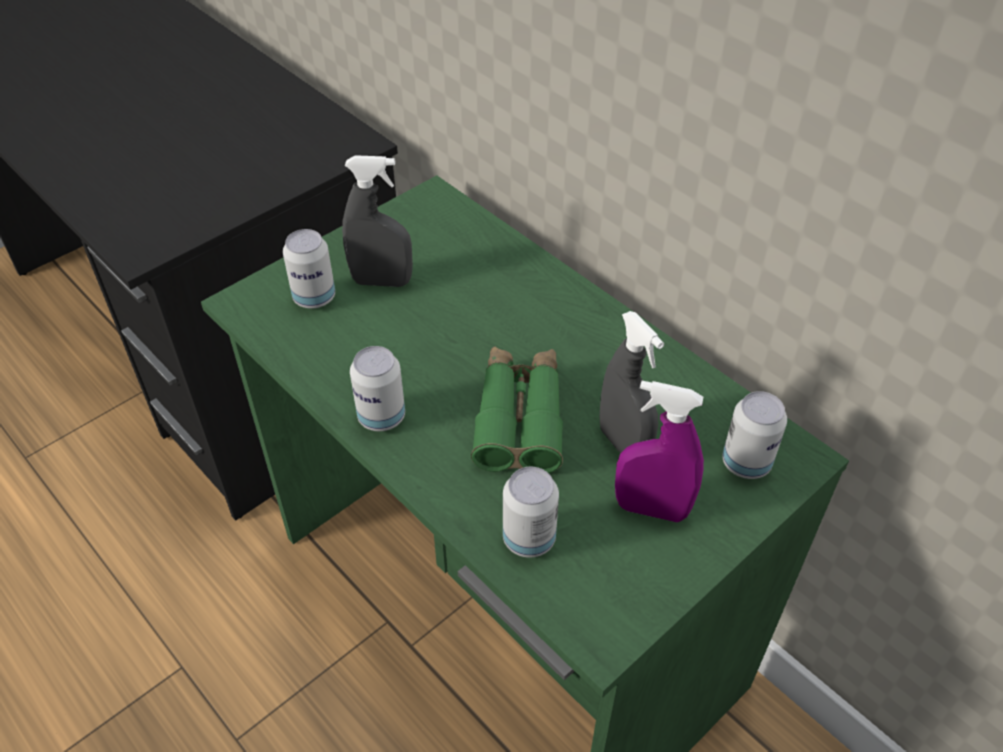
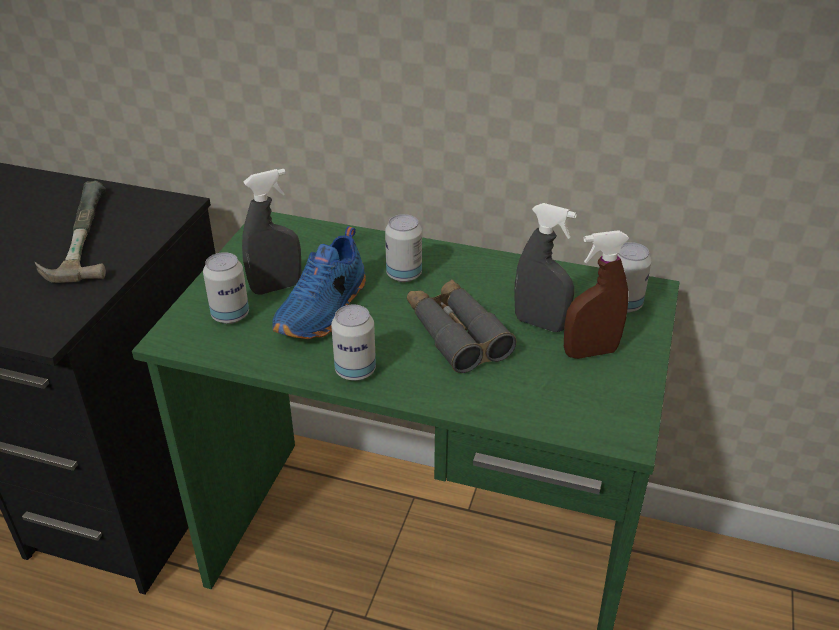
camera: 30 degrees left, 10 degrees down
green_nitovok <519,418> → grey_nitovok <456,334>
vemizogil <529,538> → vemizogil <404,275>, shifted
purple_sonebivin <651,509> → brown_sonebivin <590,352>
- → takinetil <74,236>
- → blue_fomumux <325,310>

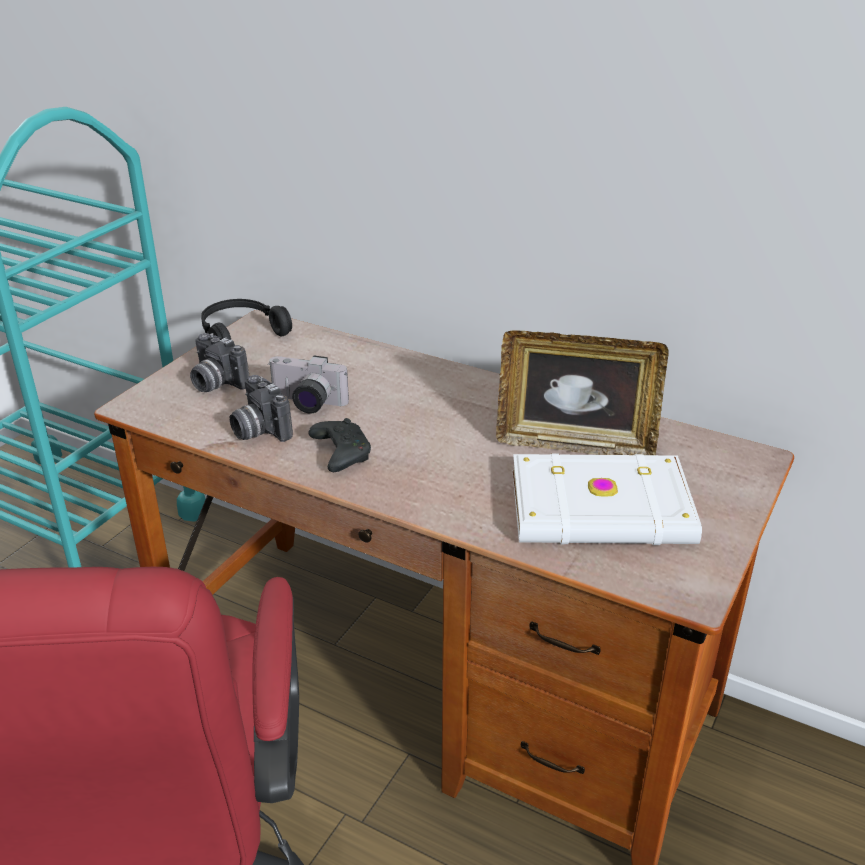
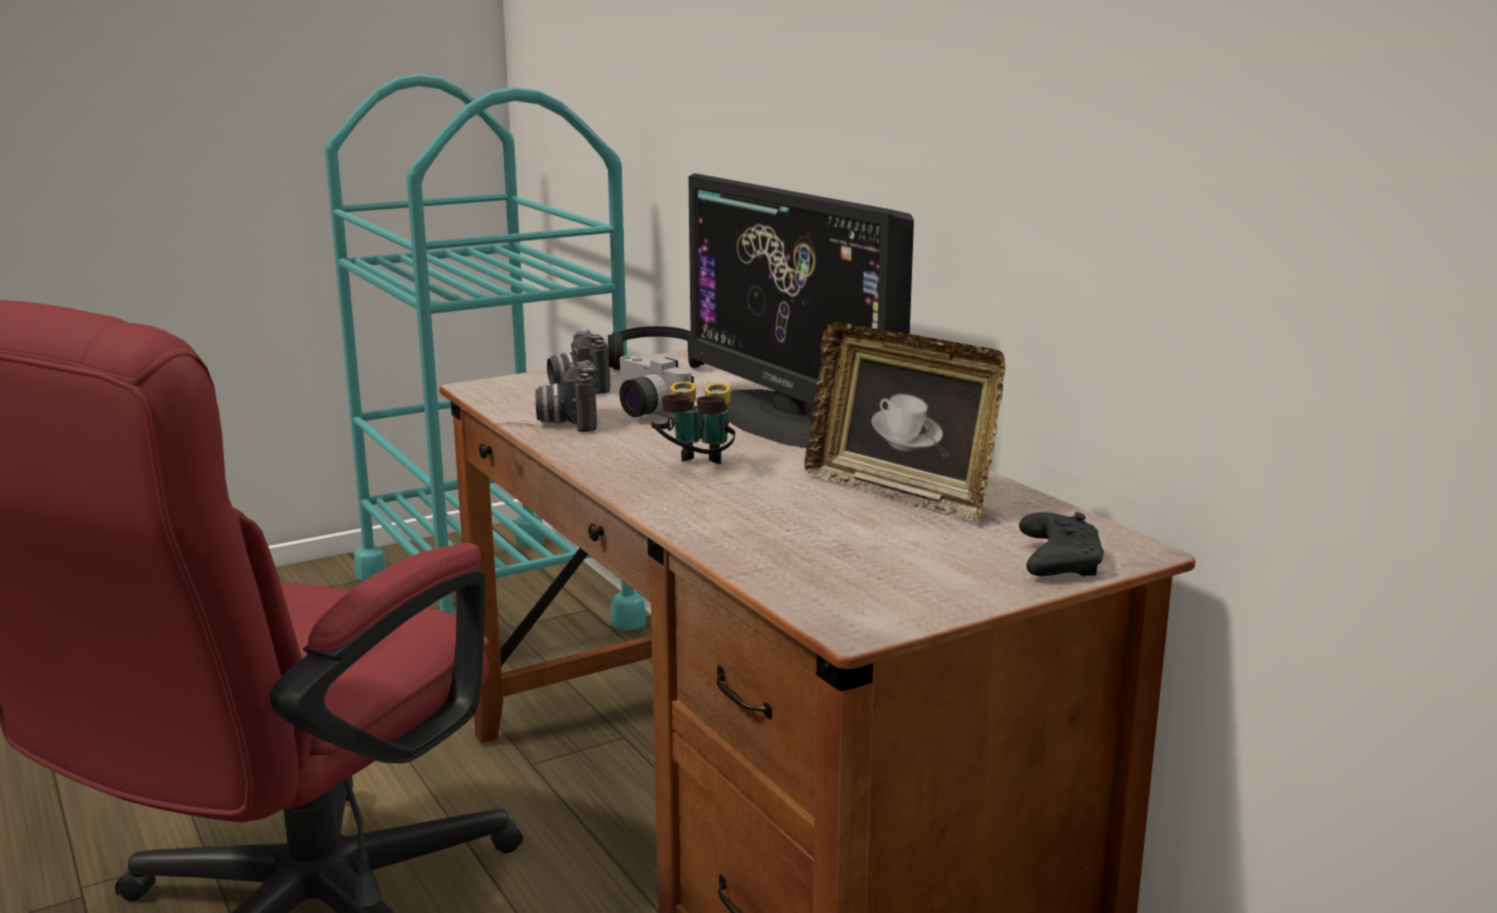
camera: 30 degrees right, 15 degrees down
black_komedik <340,453> → black_komedik <1058,562>, shifted
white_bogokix <602,510> → -
- → nitovok <696,469>
- → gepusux <792,421>

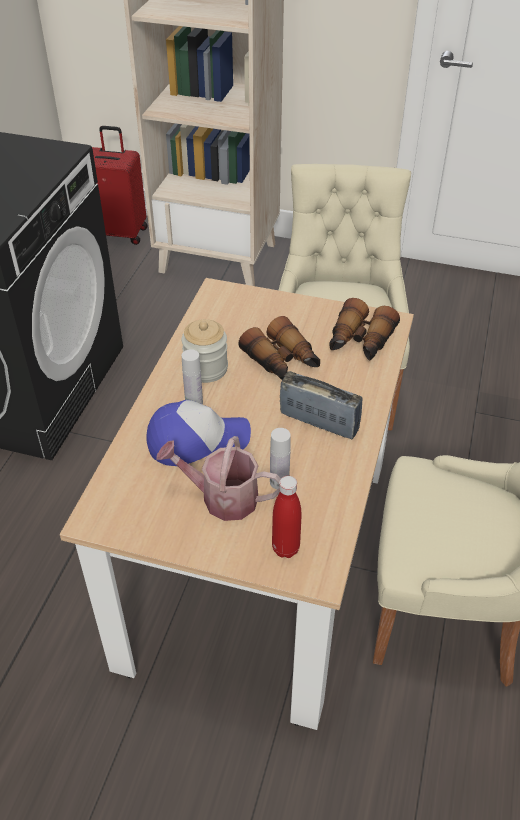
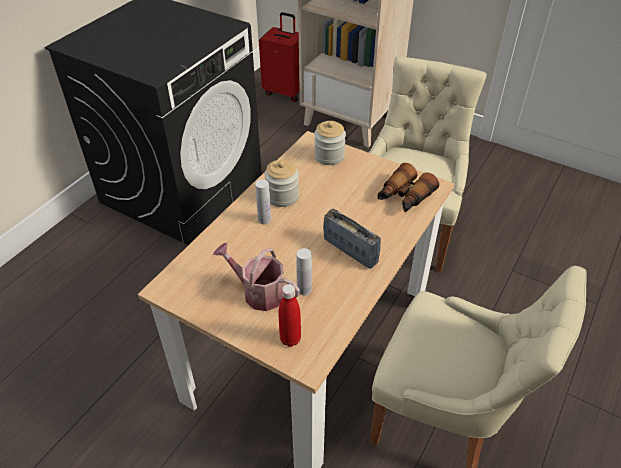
camera: 15 degrees right, 0 degrees up
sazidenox <197,440> → -
nitovok <282,361> → -
- → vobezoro <329,156>

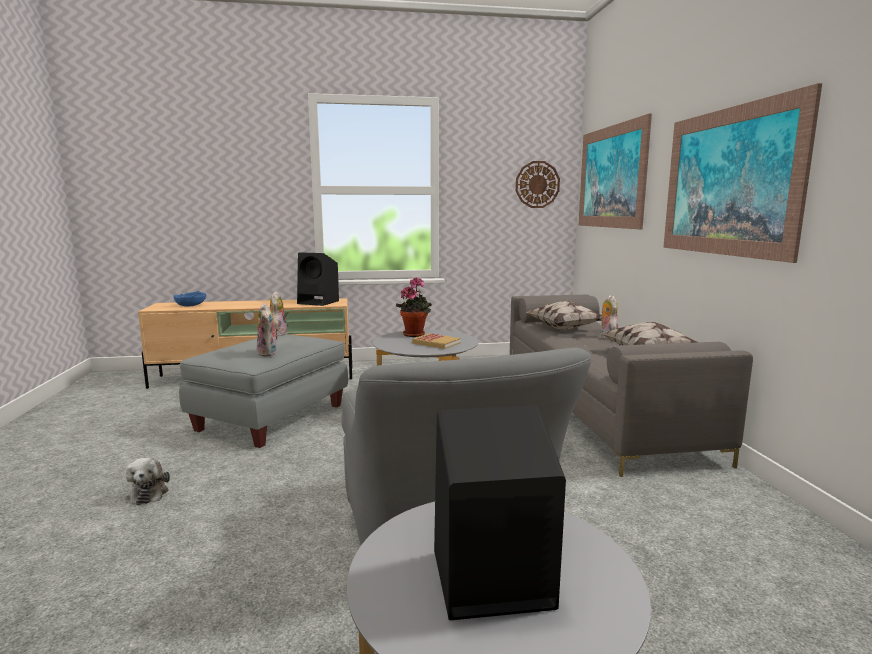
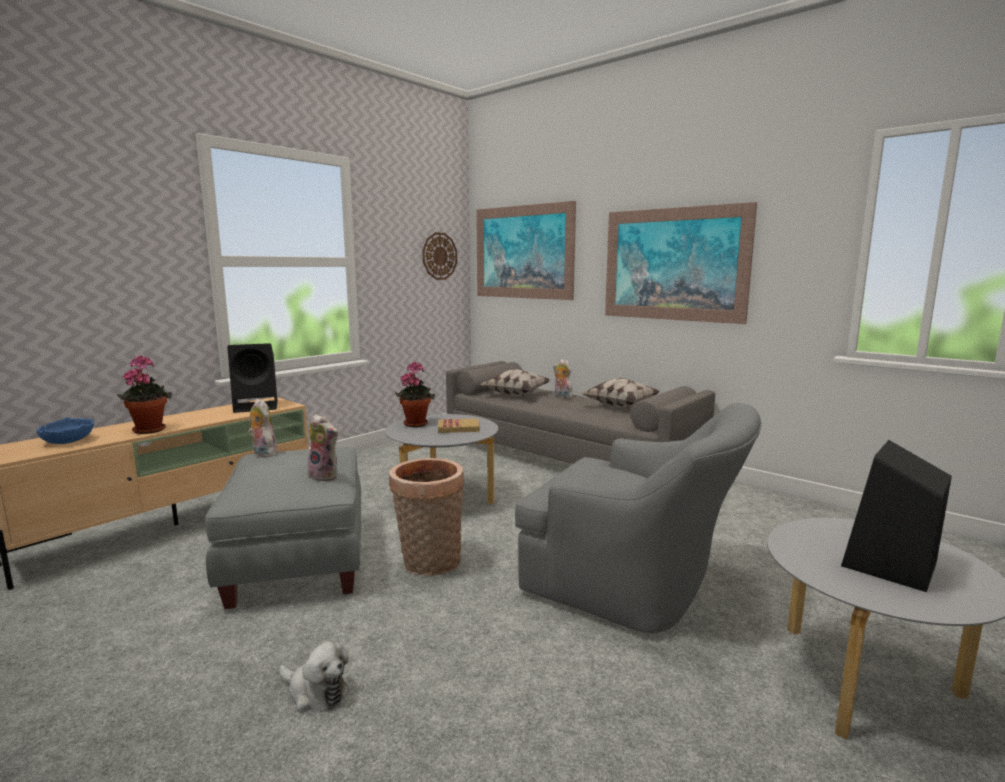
camera: 40 degrees left, 0 degrees up
- → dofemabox <149,429>
- → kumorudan <429,564>

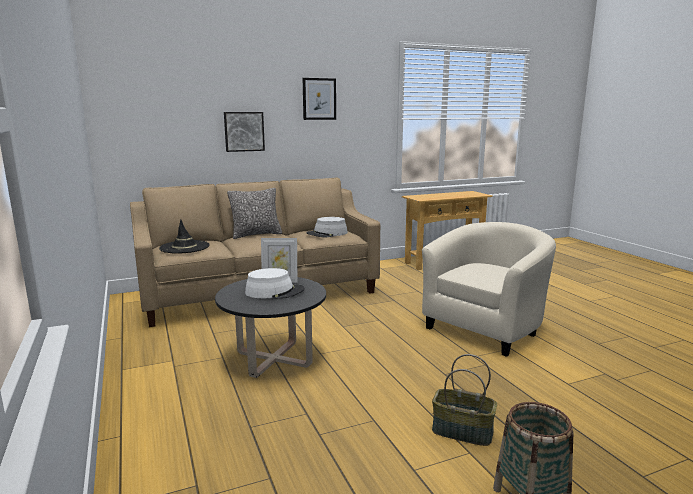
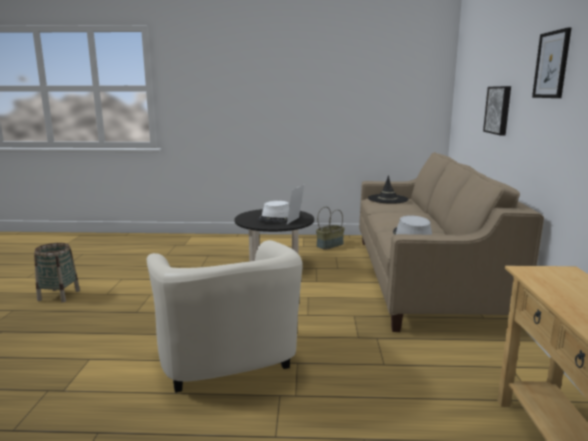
camera: 115 degrees right, 0 degrees up
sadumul <256,235> → -
kumorudan <461,432> → kumorudan <330,245>, shifted

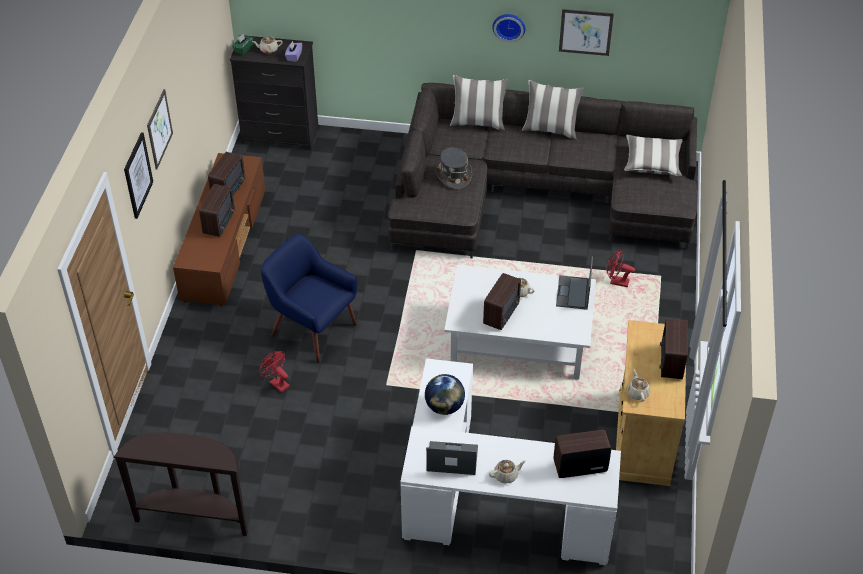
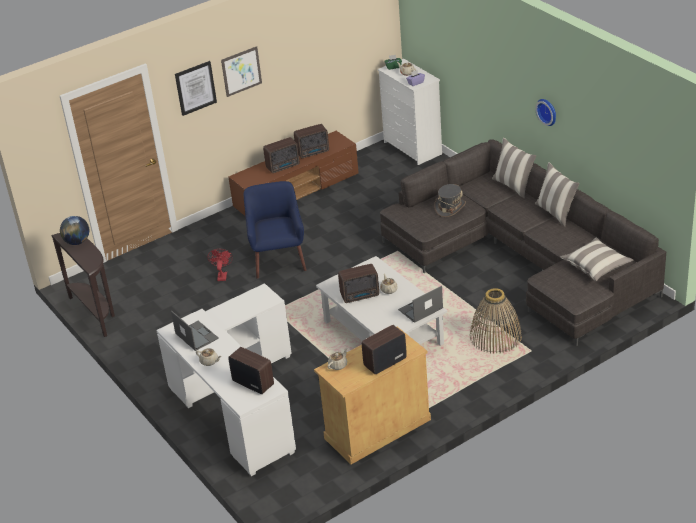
camera: 50 degrees right, 10 degrees down
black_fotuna <281,135> → white_fotuna <412,148>
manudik <444,407> → manudik <77,242>, shifted
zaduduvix <585,32> → -
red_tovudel <616,282> → kumorudan <495,337>

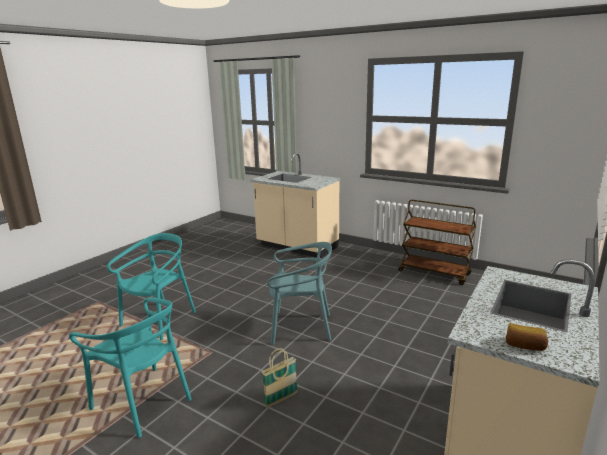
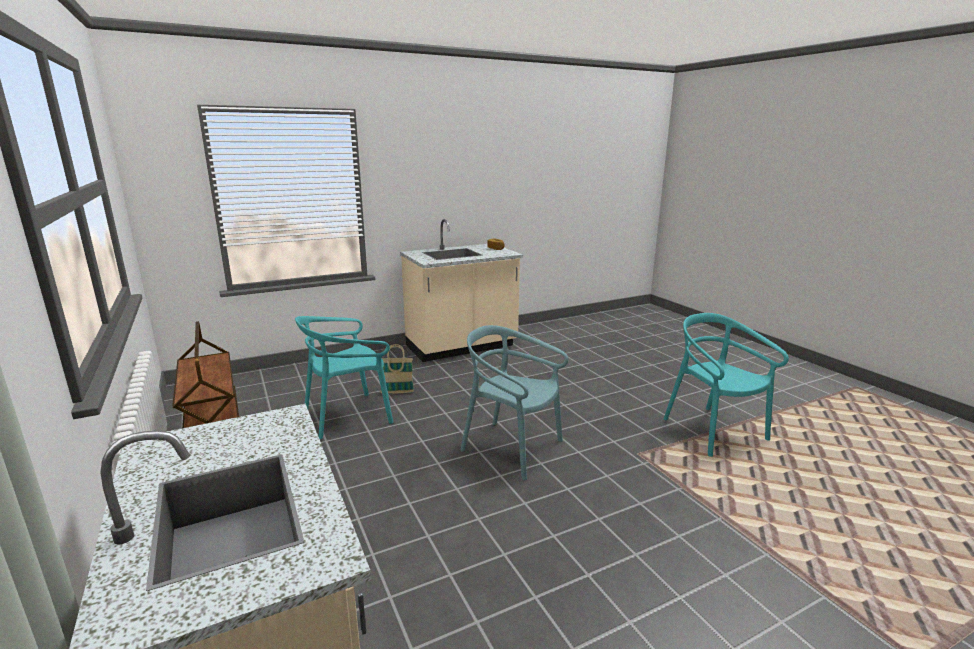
camera: 150 degrees left, 0 degrees up
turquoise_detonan <159,320> → turquoise_detonan <348,416>, shifted
kumorudan <281,399> → kumorudan <397,392>, shifted

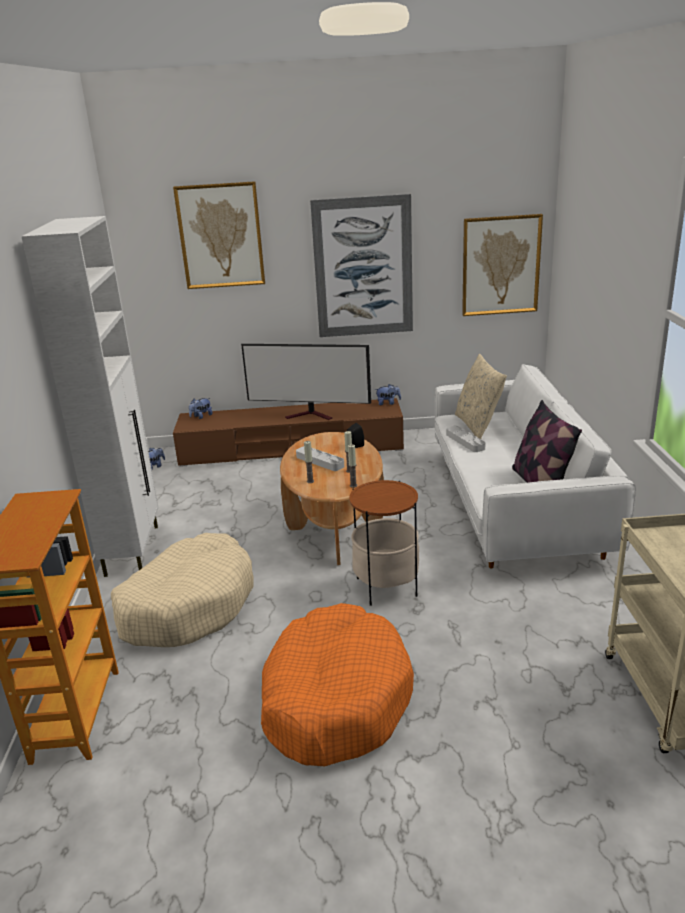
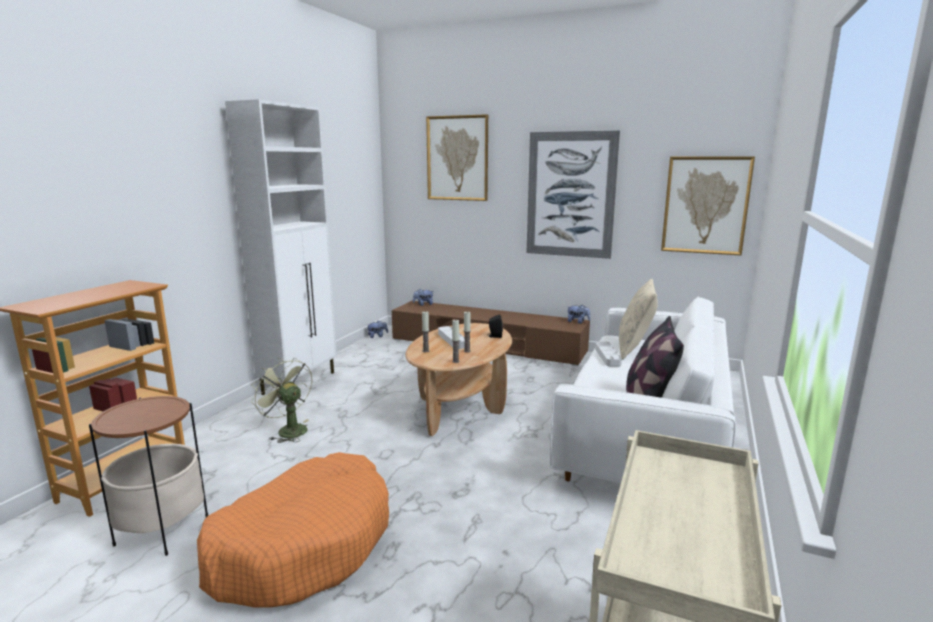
camera: 25 degrees right, 10 degrees down
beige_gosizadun <188,605> → green_tovudel <288,430>
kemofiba <311,415> → -
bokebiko <386,587> → bokebiko <162,530>, shifted

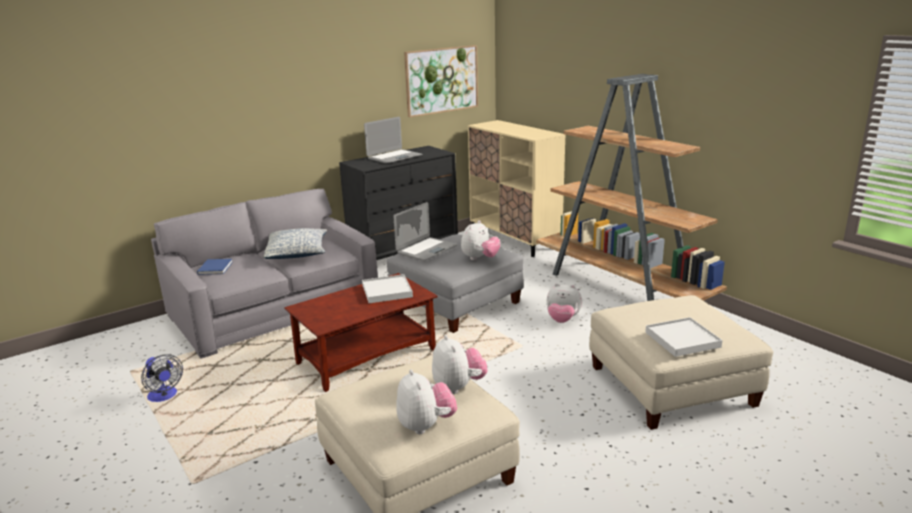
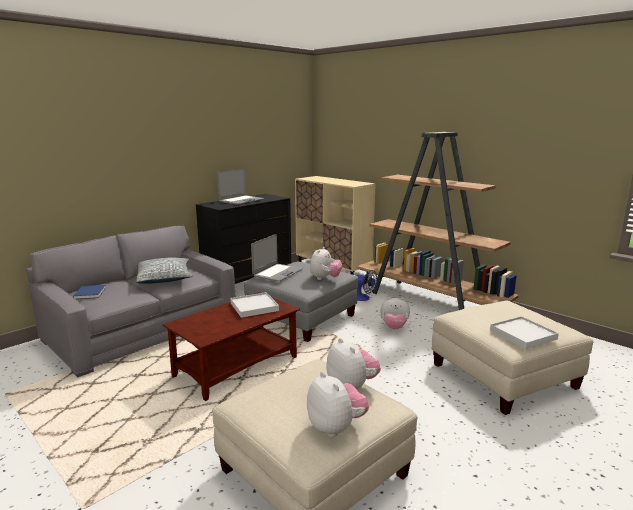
camera: 10 degrees left, 5 degrees down
tovudel <164,397> → tovudel <364,298>, shifted
zaduduvix <441,80> → -

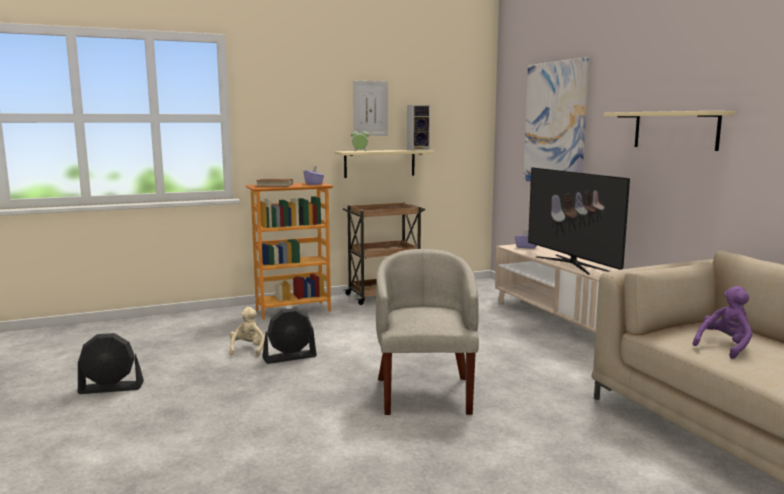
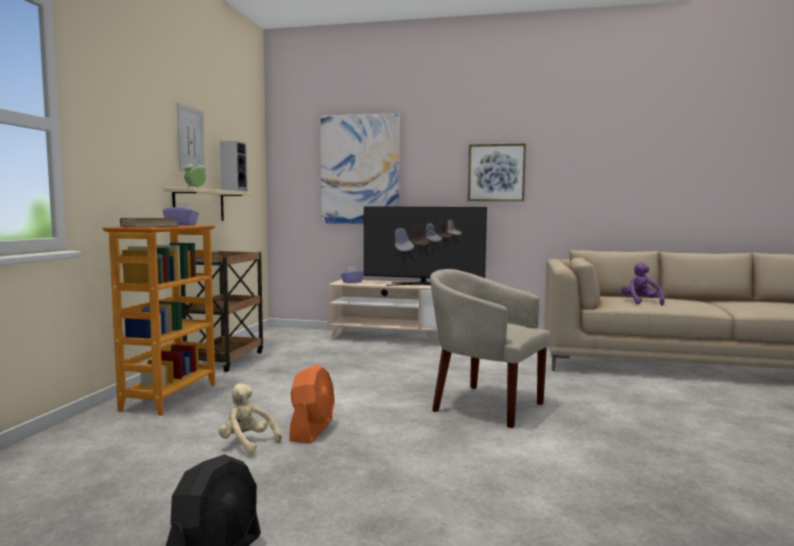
camera: 55 degrees left, 5 degrees down
black_tovudel <289,357> → orange_tovudel <312,430>
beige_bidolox <675,130> → zaduduvix <496,172>

